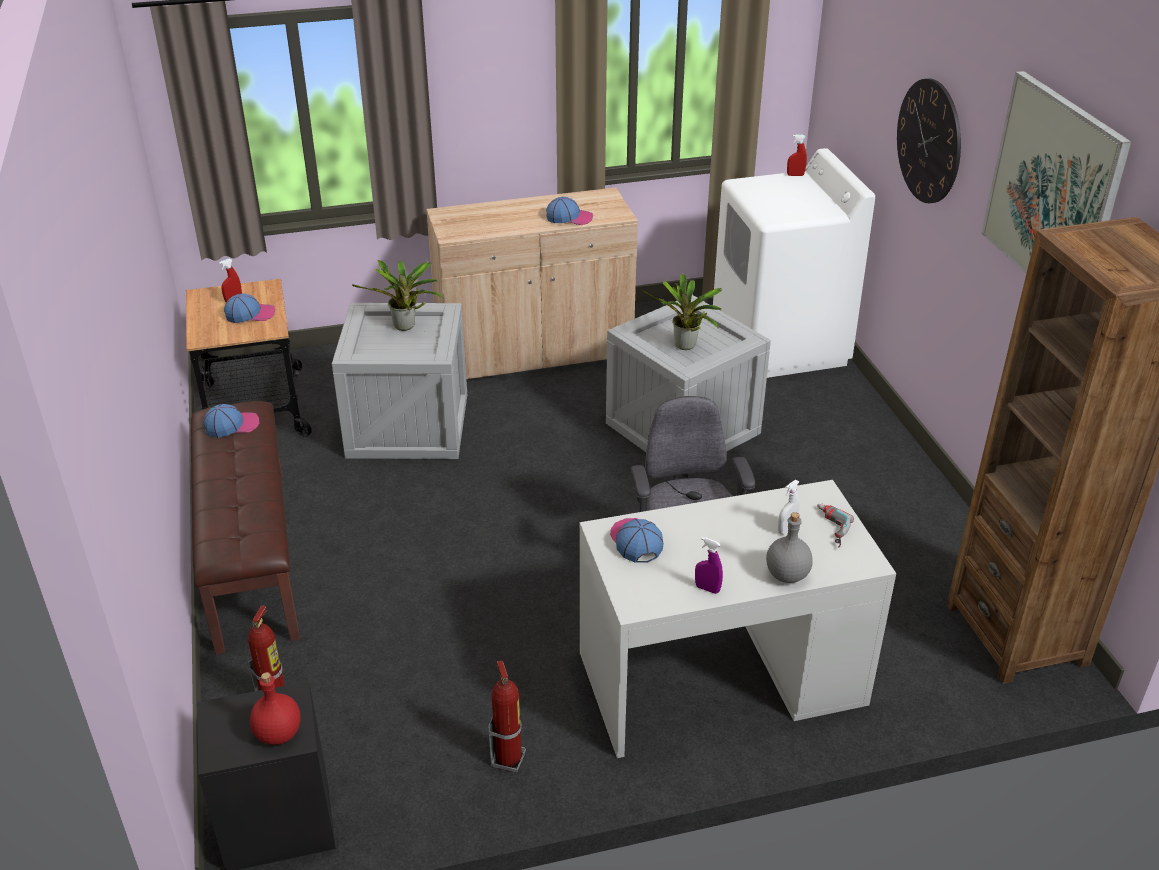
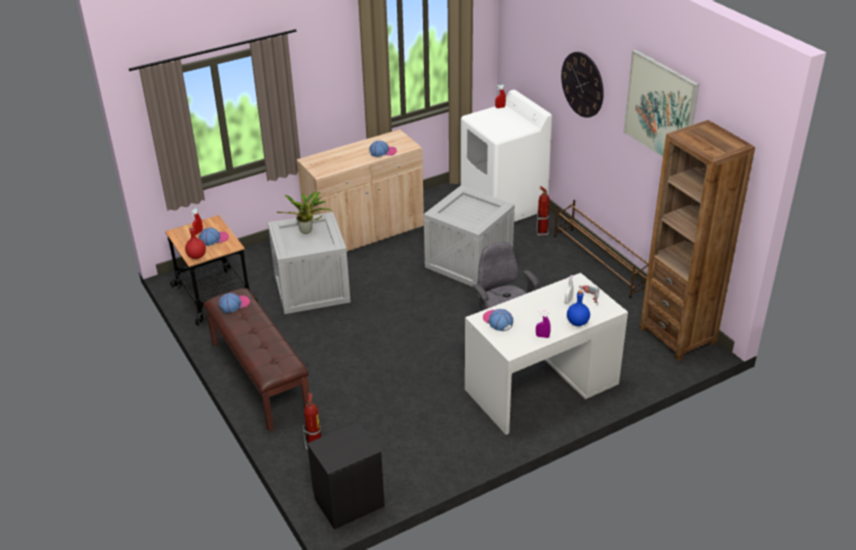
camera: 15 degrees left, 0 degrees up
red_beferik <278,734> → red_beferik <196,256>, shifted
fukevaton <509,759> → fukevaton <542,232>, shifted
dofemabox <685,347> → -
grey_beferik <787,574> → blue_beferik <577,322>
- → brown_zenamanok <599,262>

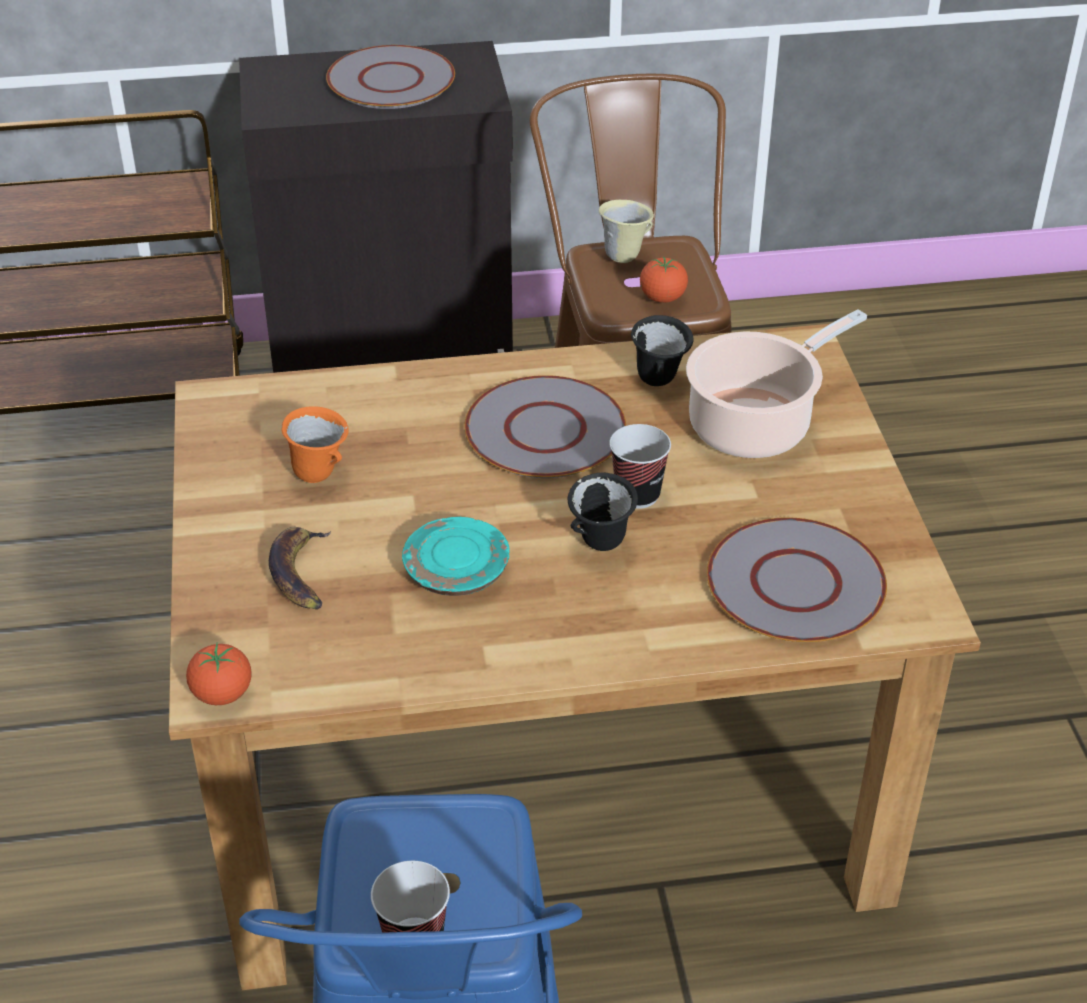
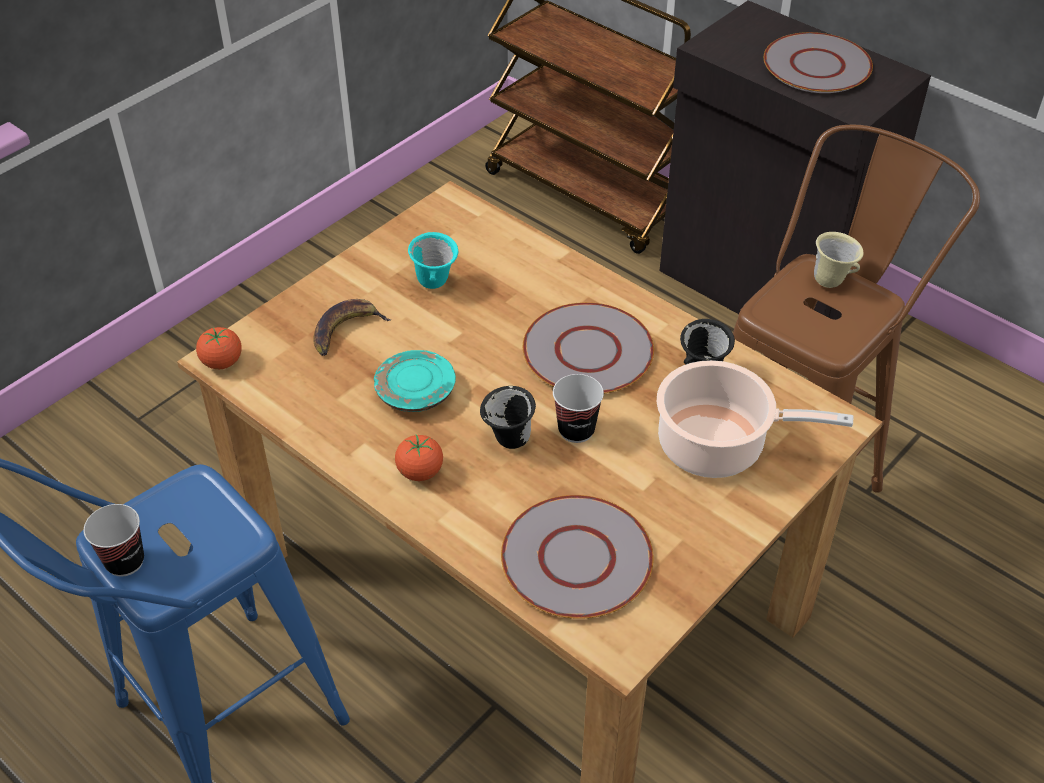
camera: 50 degrees right, 5 degrees up
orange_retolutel <320,475> → turquoise_retolutel <435,285>
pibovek <662,298> → pibovek <420,472>, shifted

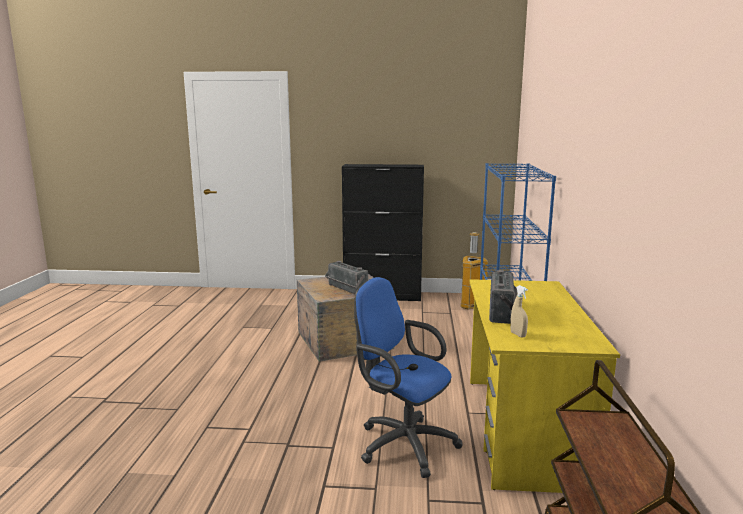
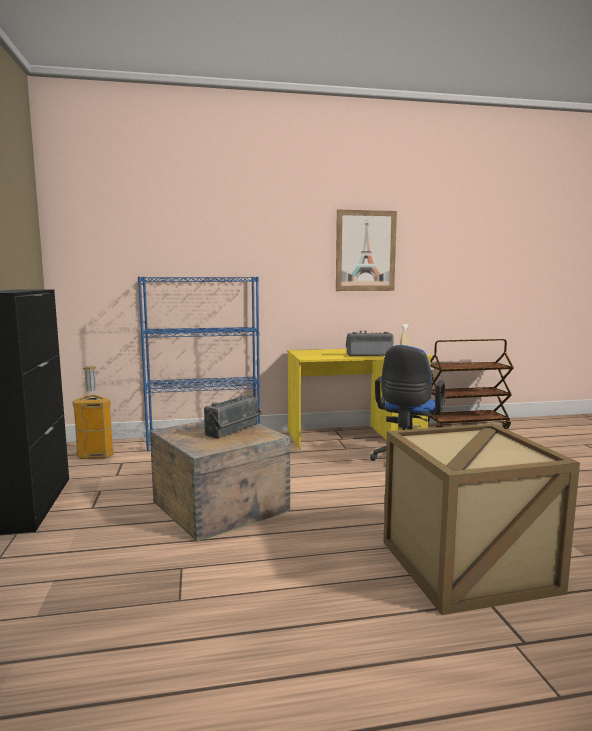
camera: 105 degrees left, 5 degrees down
- → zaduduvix <365,251>
- → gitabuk <464,565>

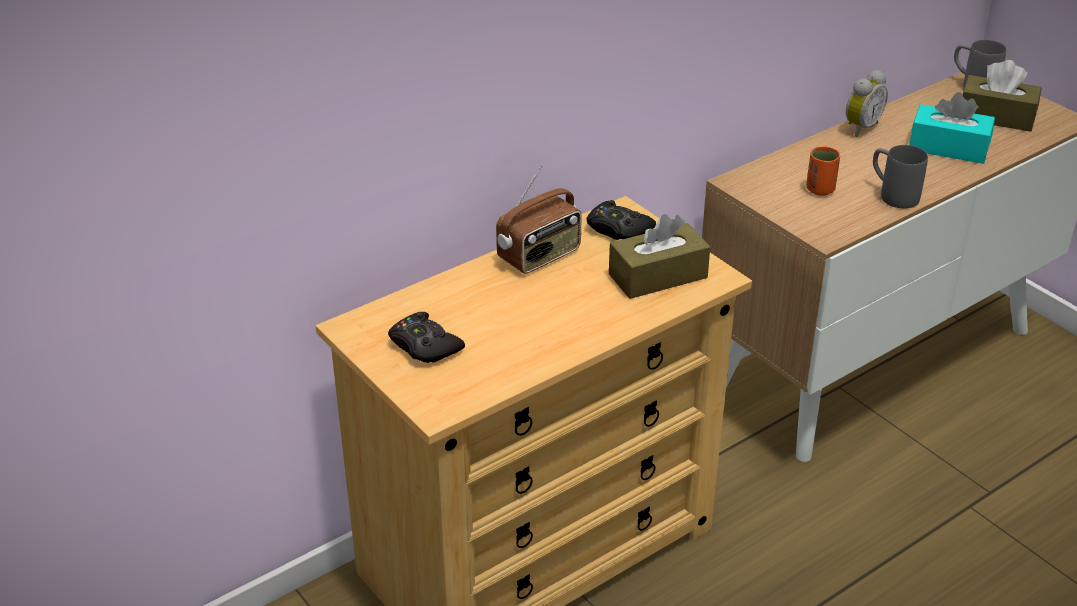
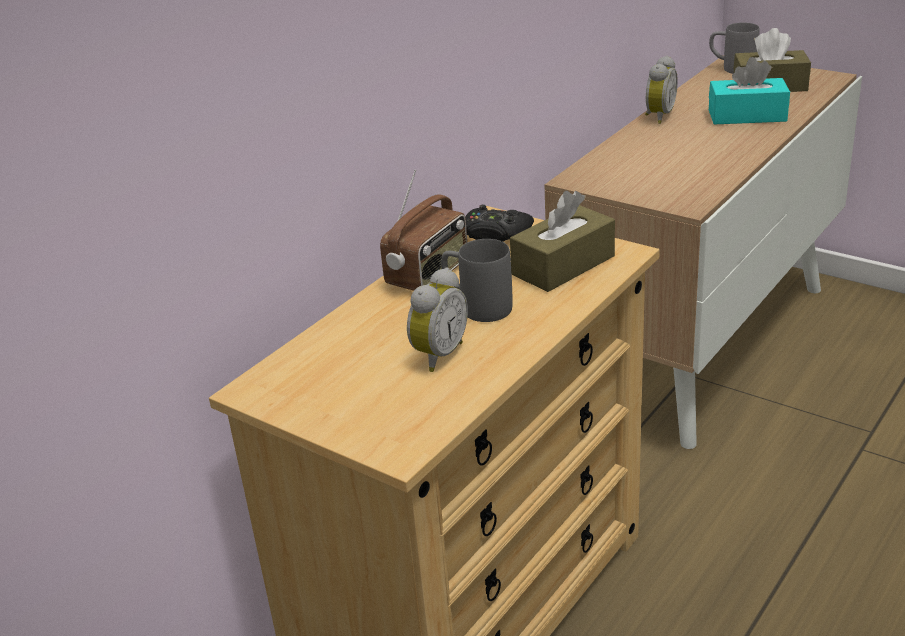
camera: 15 degrees left, 5 degrees down
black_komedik <424,346> → -
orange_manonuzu <820,189> → -
grey_retolutel <892,194> → grey_retolutel <476,306>, shifted
- → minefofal <437,355>

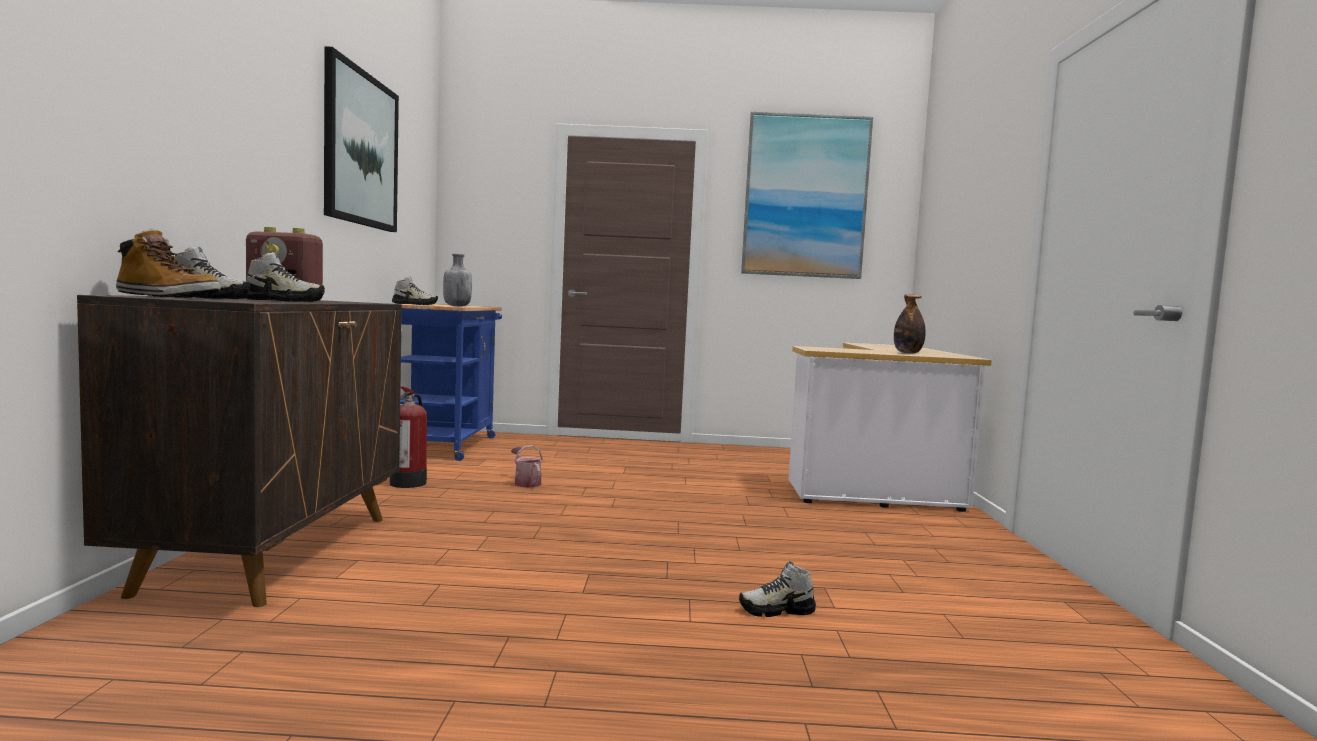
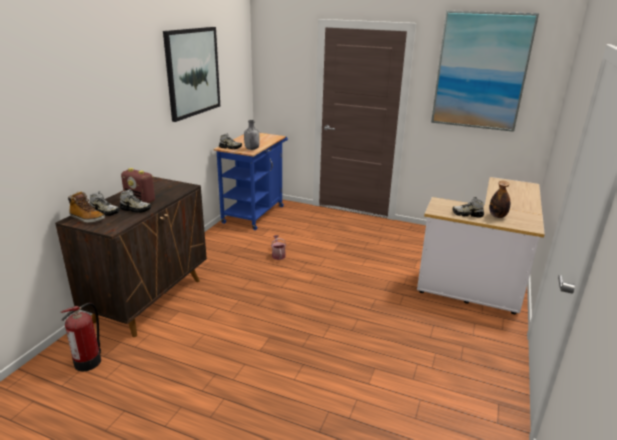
camera: 20 degrees right, 20 degrees up
fukevaton <409,482> → fukevaton <89,361>, shifted
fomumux <777,610> → fomumux <467,214>, shifted

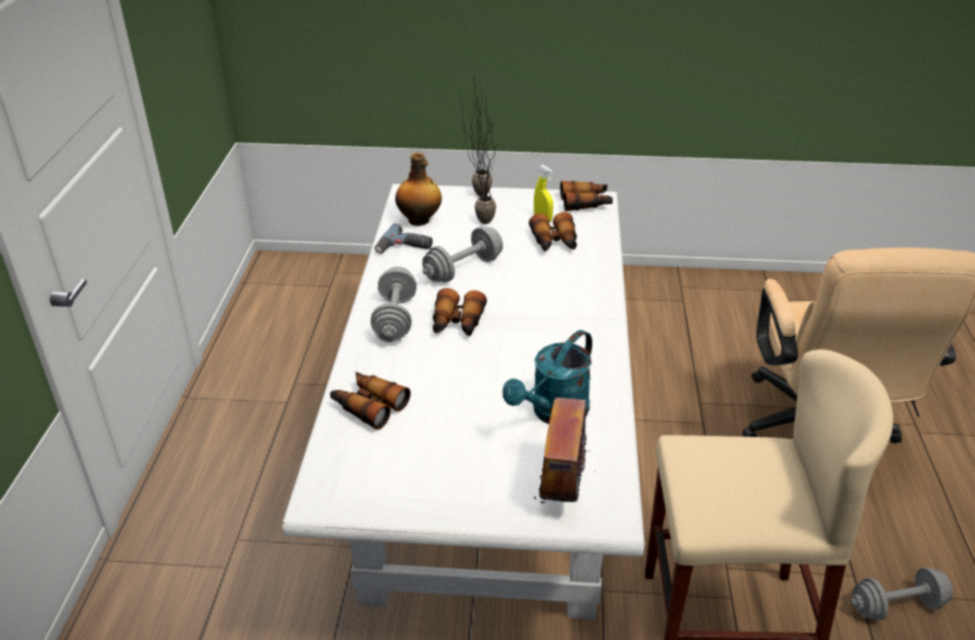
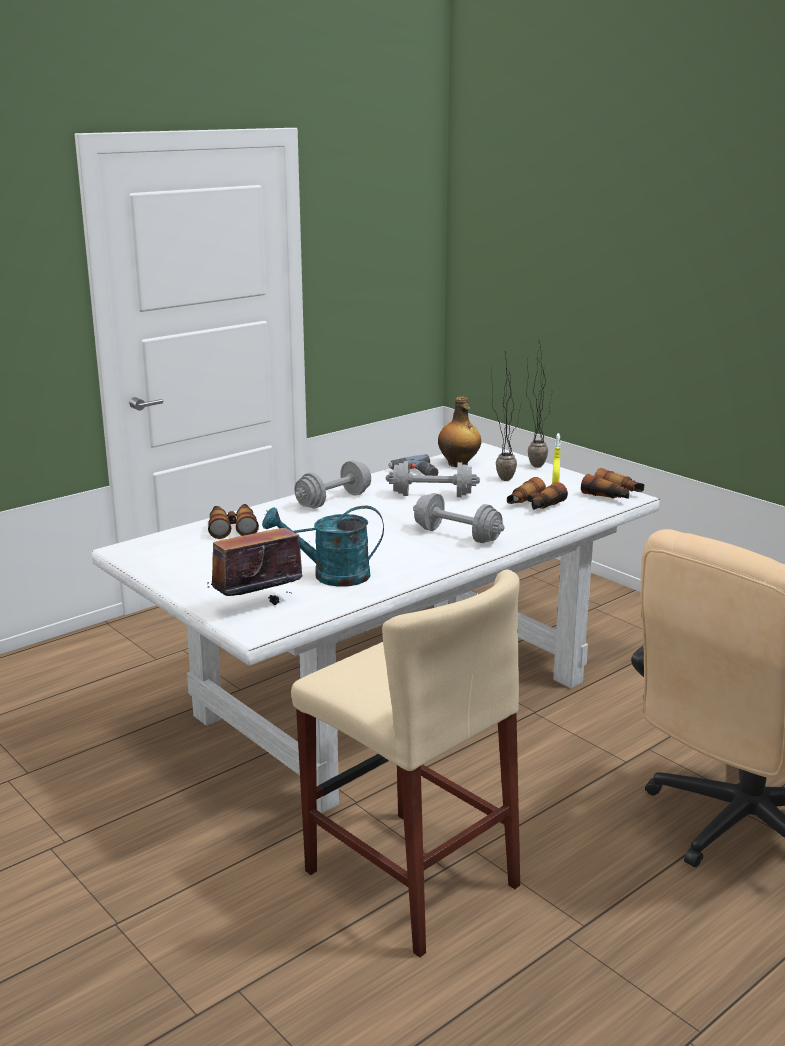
camera: 45 degrees right, 15 degrees down
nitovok <457,324> → -
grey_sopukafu <896,606> → grey_sopukafu <457,535>, shifted

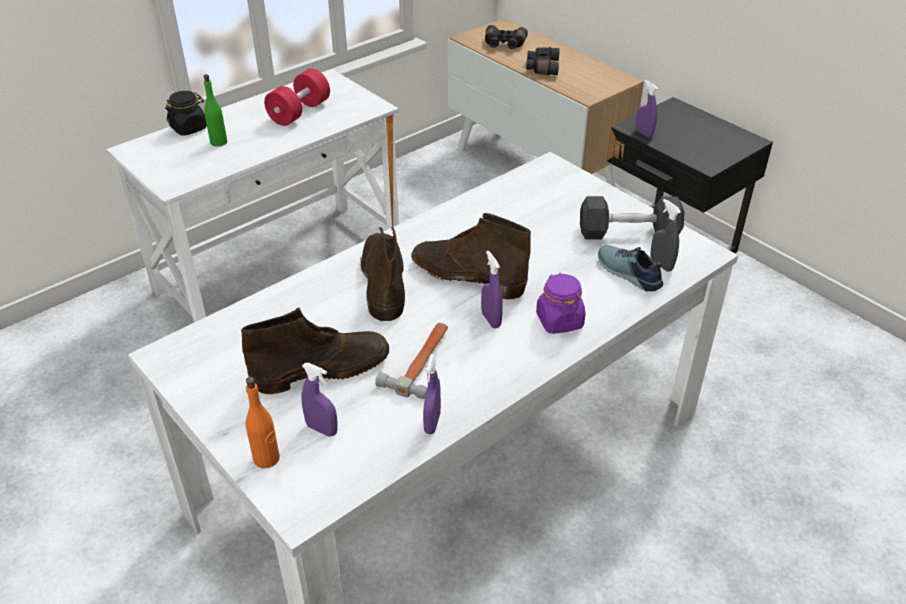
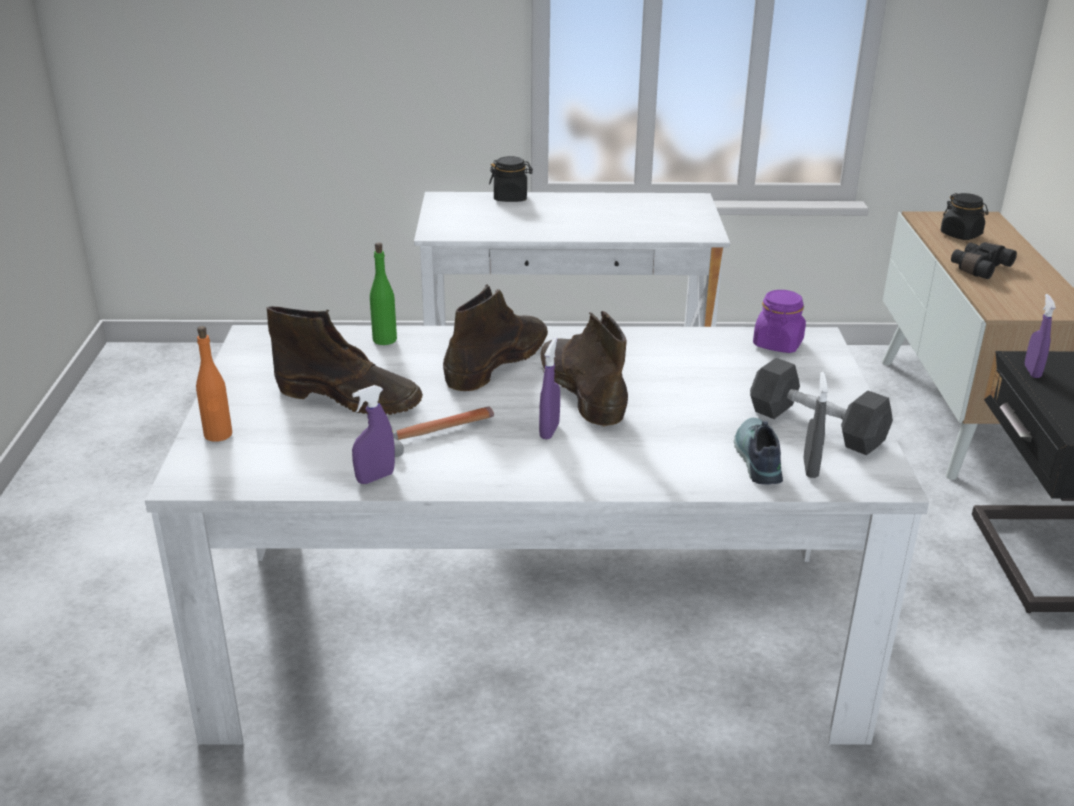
camera: 40 degrees right, 10 degrees down
green_beferik <218,142> → green_beferik <385,339>, shifted
red_sopukafu <299,112> → -
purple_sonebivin <322,429> → -
black_nitovok <504,45> → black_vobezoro <961,235>
purple_vobezoro <559,321> → purple_vobezoro <777,343>, shifted

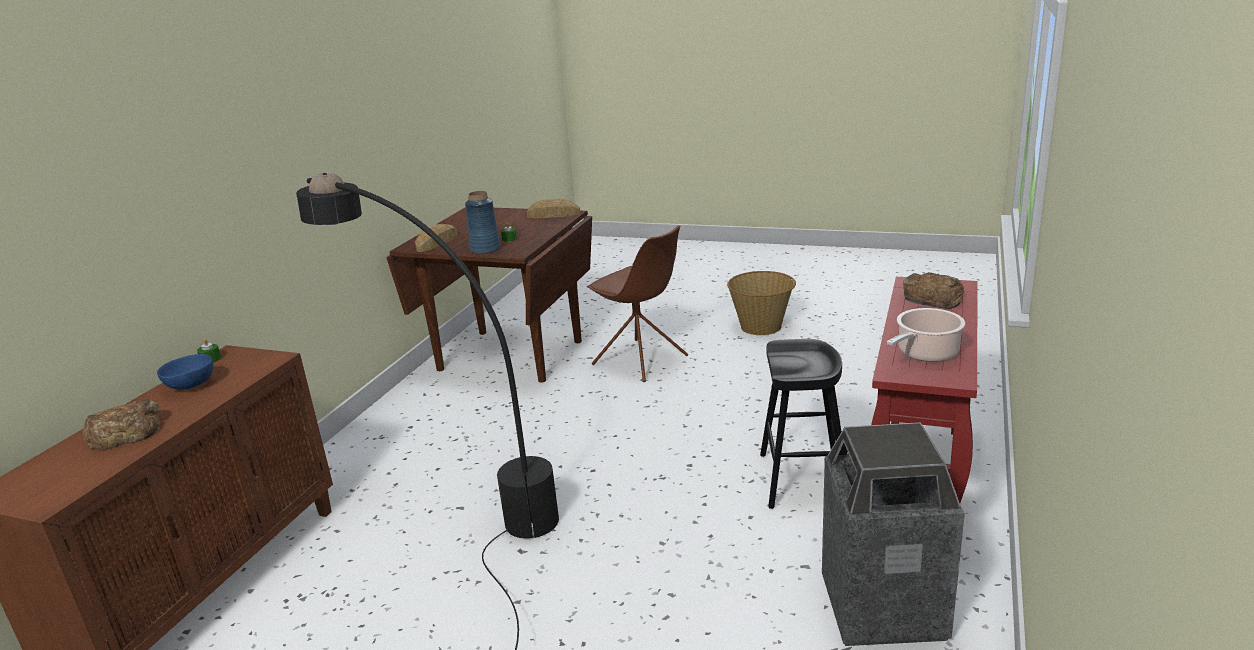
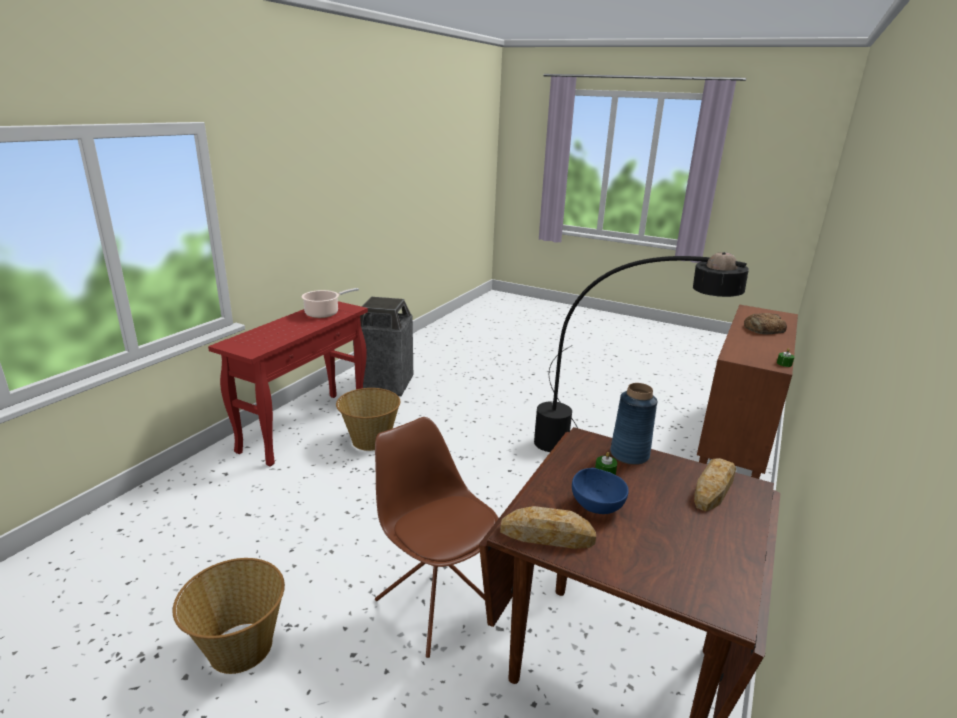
camera: 175 degrees left, 0 degrees up
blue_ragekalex <190,386> → blue_ragekalex <597,505>, shifted
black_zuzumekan <803,479> → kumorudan <370,440>
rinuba <932,298> → -

